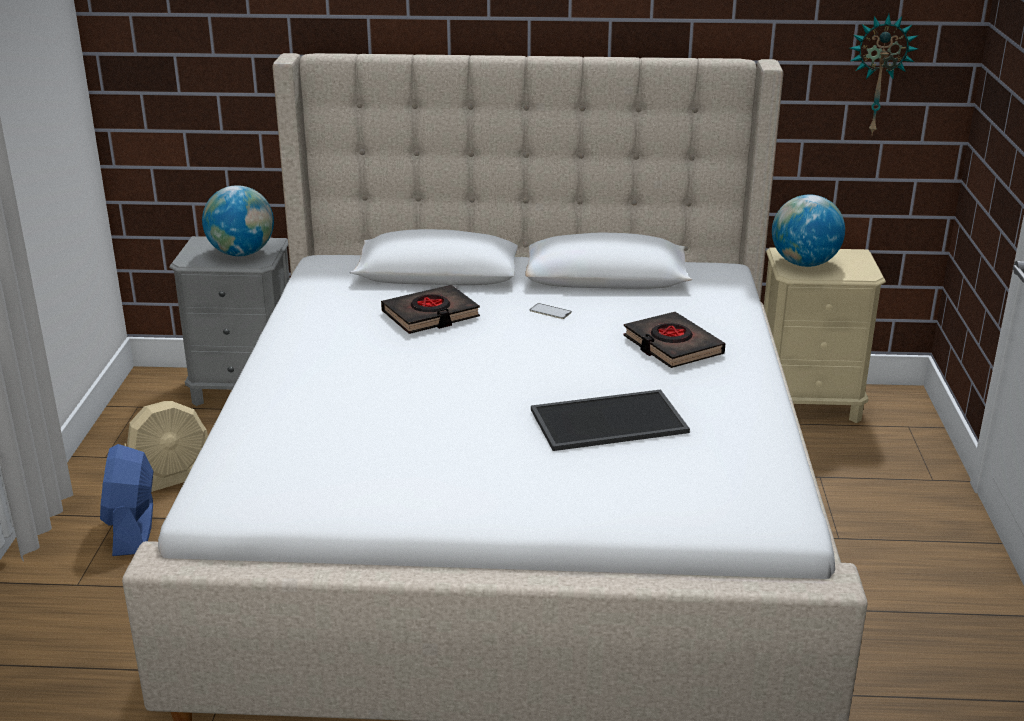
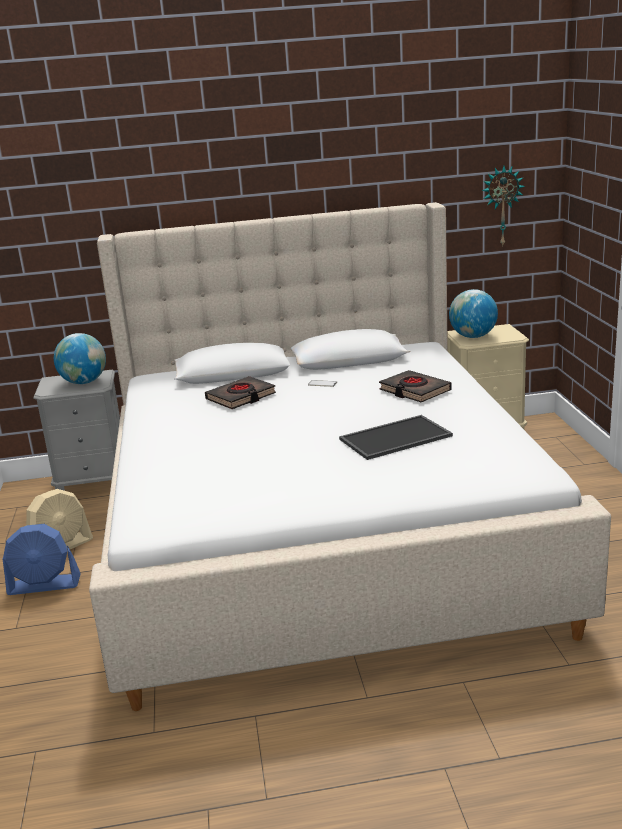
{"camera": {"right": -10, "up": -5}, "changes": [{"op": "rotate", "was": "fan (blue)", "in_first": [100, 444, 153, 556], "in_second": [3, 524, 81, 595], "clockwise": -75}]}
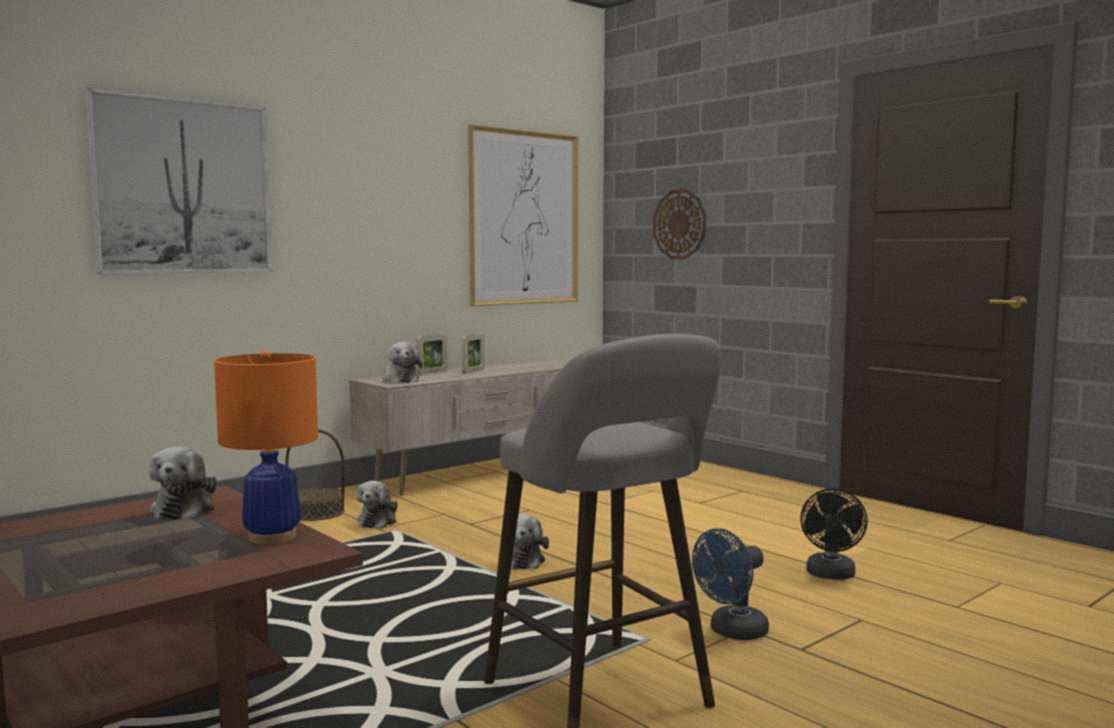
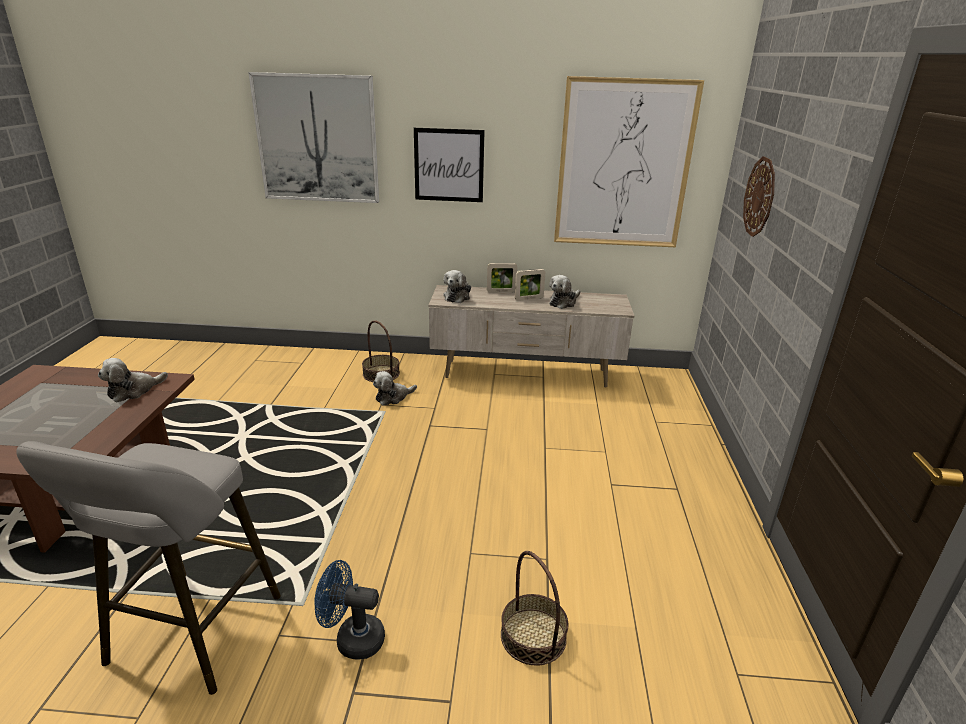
{"camera": {"right": 45, "up": 20}, "changes": [{"op": "insert", "now": "picture", "in_second": [414, 128, 485, 202]}, {"op": "replace", "was": "fan (black)", "now": "basket", "in_first": [800, 488, 868, 580], "in_second": [501, 551, 568, 666]}, {"op": "move", "was": "plush toy", "in_first": [498, 514, 549, 569], "in_second": [549, 275, 581, 309]}, {"op": "delete", "was": "table lamp (orange)", "in_first": [214, 350, 318, 545]}]}
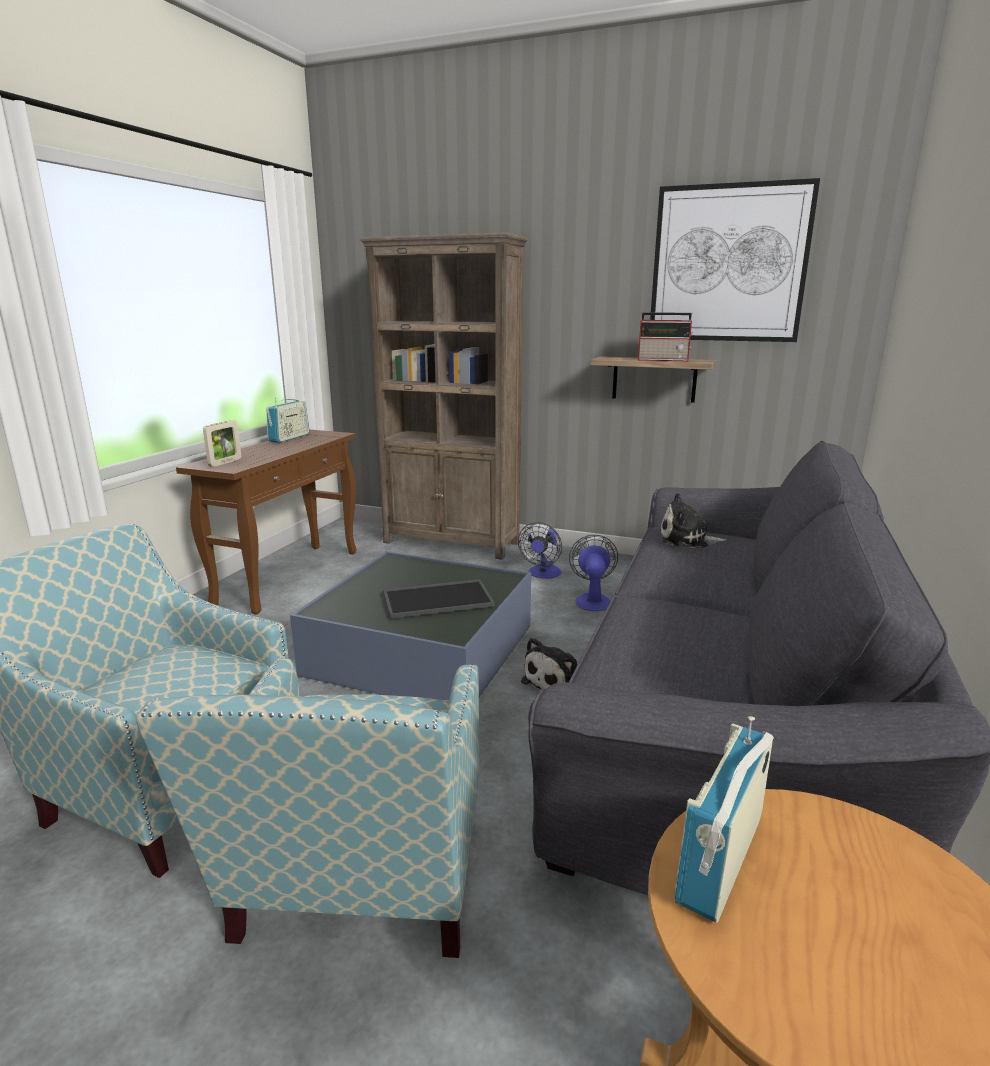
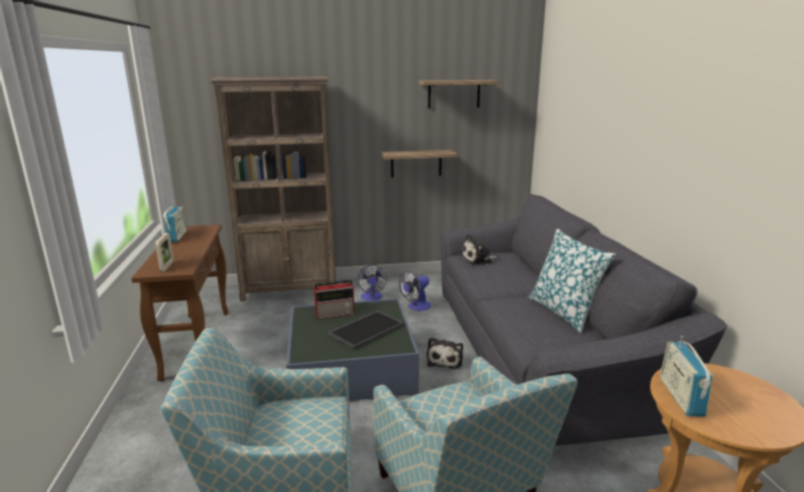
{"camera": {"right": -30, "up": 0}, "changes": [{"op": "move", "was": "radio", "in_first": [638, 312, 694, 361], "in_second": [314, 280, 355, 319]}, {"op": "rotate", "was": "fan", "in_first": [569, 535, 618, 611], "in_second": [399, 271, 431, 311], "clockwise": -105}, {"op": "replace", "was": "picture", "now": "shelf", "in_first": [650, 178, 820, 342], "in_second": [418, 80, 498, 109]}, {"op": "insert", "now": "pillow", "in_second": [528, 229, 616, 333]}]}
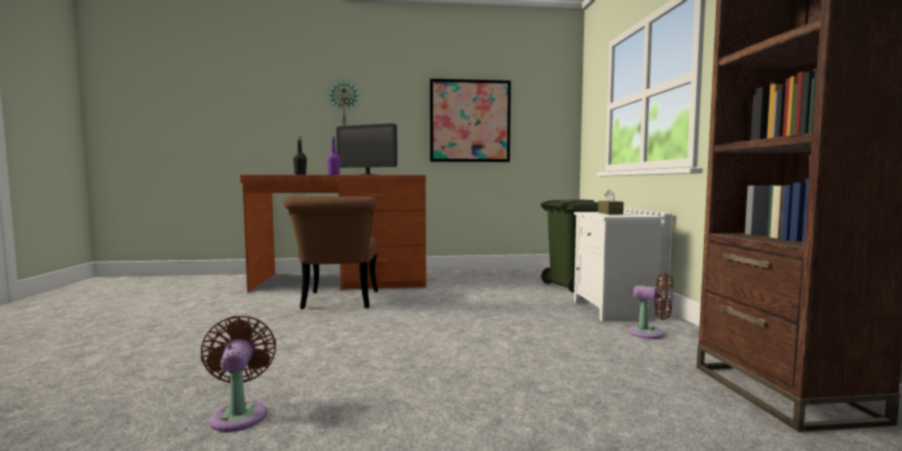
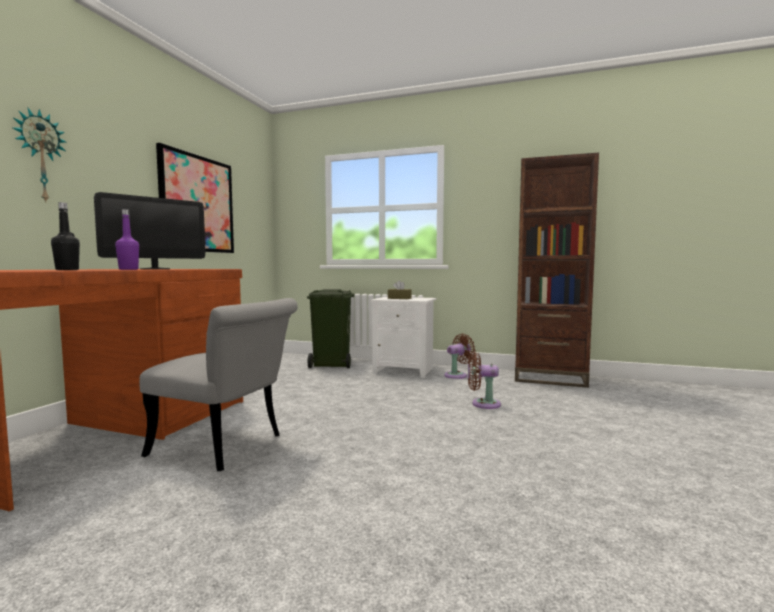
{"camera": {"right": -65, "up": 0}, "changes": [{"op": "recolor", "was": "chair (brown)", "now": "chair (grey)", "in_first": [284, 196, 378, 309], "in_second": [139, 298, 298, 471]}, {"op": "move", "was": "fan (brown)", "in_first": [201, 316, 276, 432], "in_second": [468, 352, 501, 409]}]}
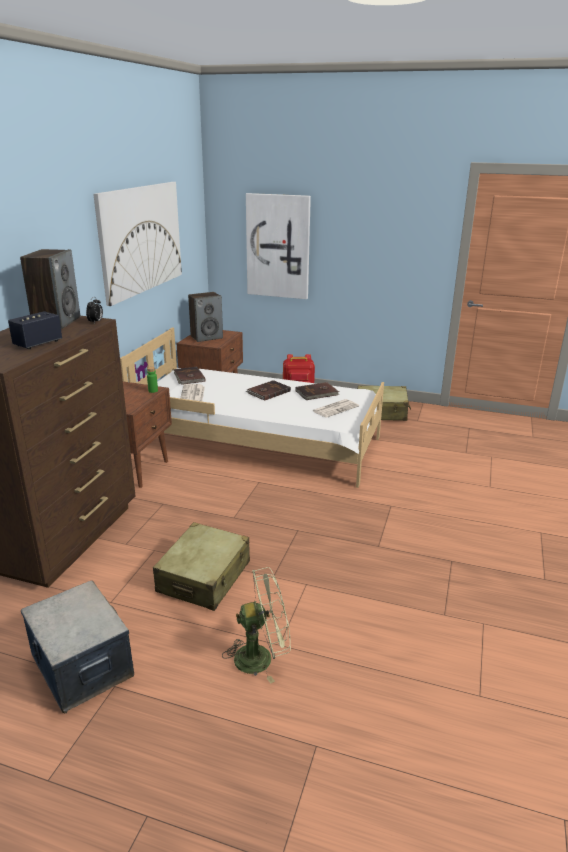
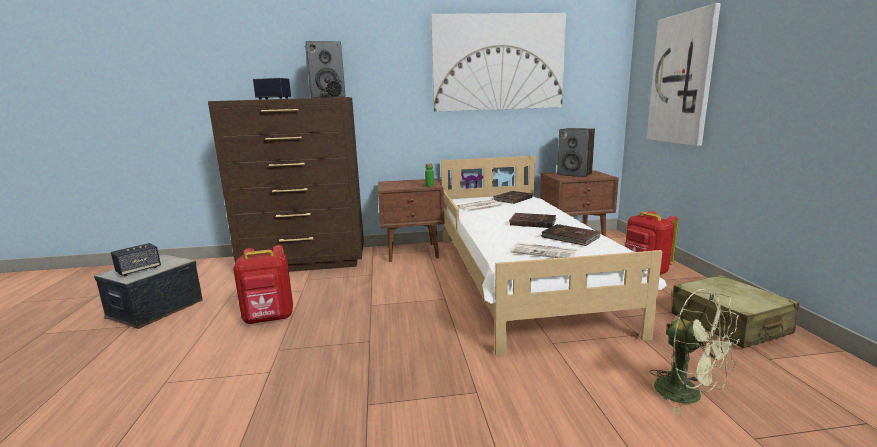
{"camera": {"right": 65, "up": -10}, "changes": [{"op": "insert", "now": "speaker", "in_second": [111, 243, 161, 276]}, {"op": "replace", "was": "suitcase (beige)", "now": "backpack (red)", "in_first": [153, 522, 250, 611], "in_second": [233, 245, 293, 324]}, {"op": "move", "was": "fan (green)", "in_first": [222, 567, 291, 683], "in_second": [649, 289, 740, 415]}]}
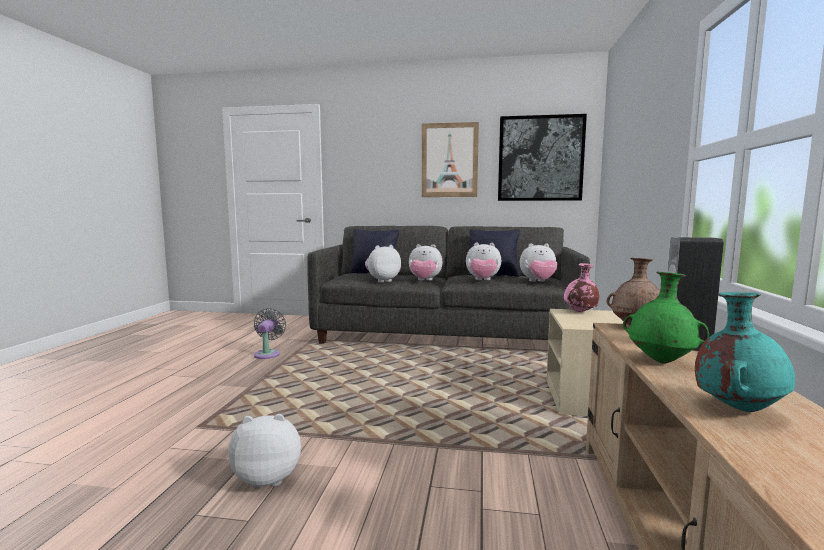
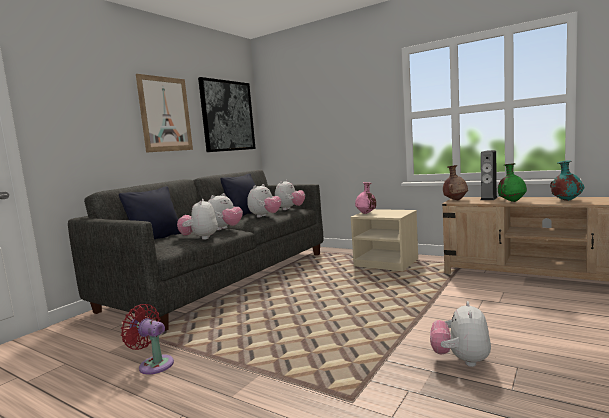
{"camera": {"right": -65, "up": 0}, "changes": [{"op": "recolor", "was": "fan (grey)", "now": "fan (red)", "in_first": [254, 308, 286, 359], "in_second": [121, 304, 174, 374]}]}
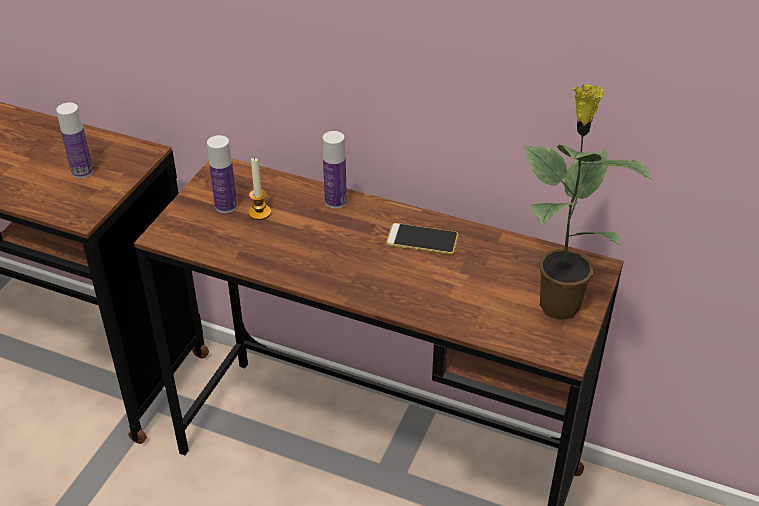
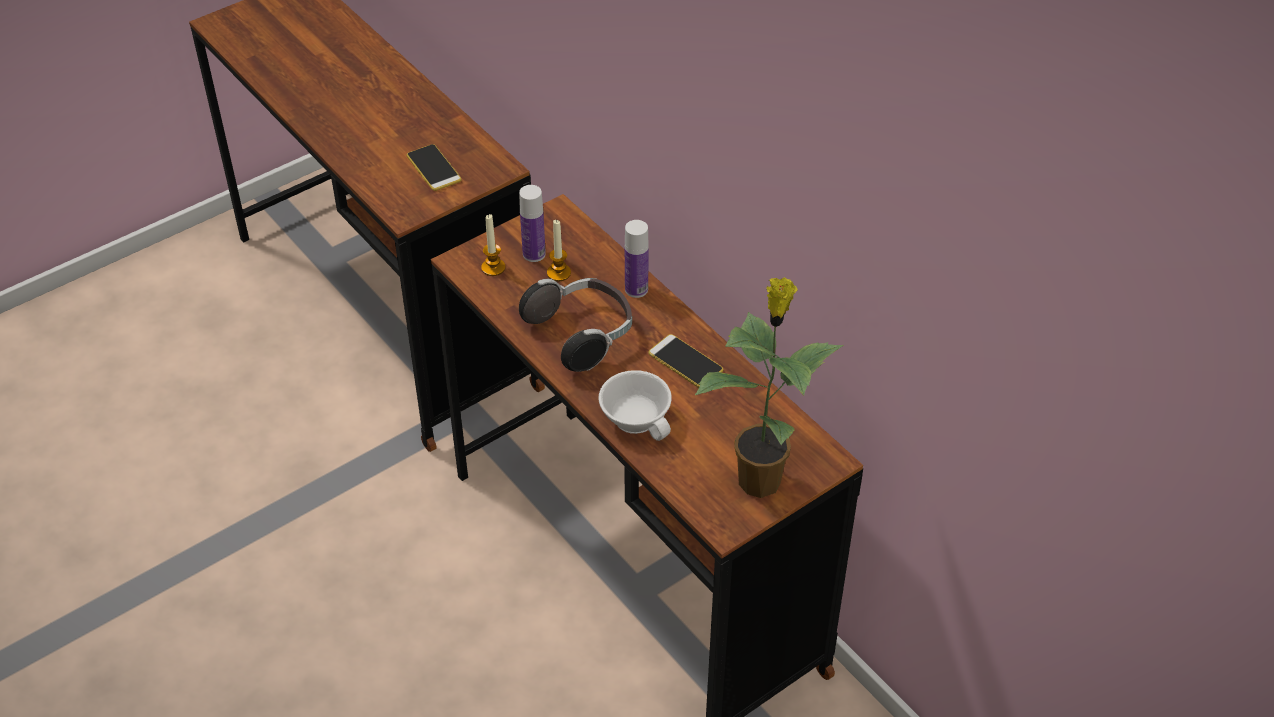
{"camera": {"right": 30, "up": 5}, "changes": [{"op": "replace", "was": "bottle", "now": "phone", "in_first": [56, 103, 93, 179], "in_second": [407, 144, 461, 191]}, {"op": "insert", "now": "candle", "in_second": [481, 214, 506, 276]}, {"op": "insert", "now": "headphones", "in_second": [519, 278, 632, 372]}, {"op": "insert", "now": "cup (white)", "in_second": [599, 370, 672, 441]}]}
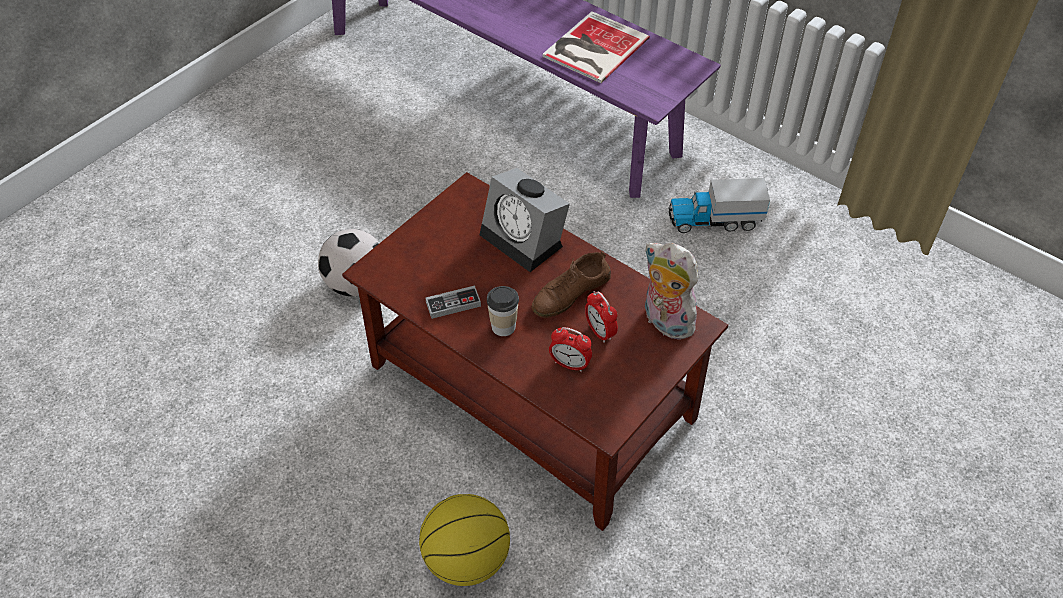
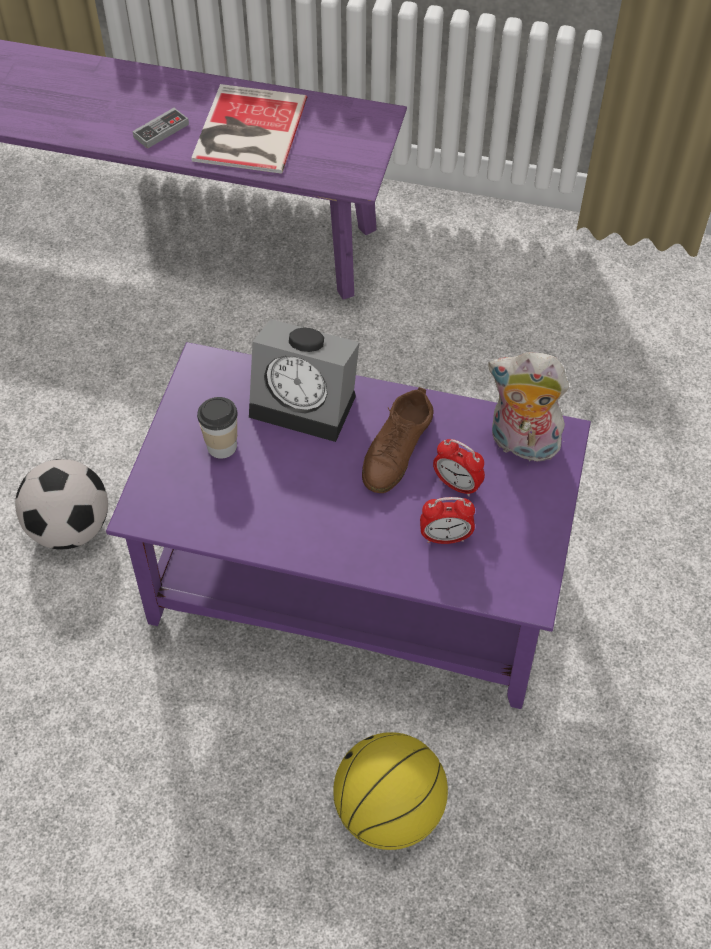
{"camera": {"right": -25, "up": 5}, "changes": [{"op": "recolor", "was": "coffee table (brown)", "now": "coffee table (purple)", "in_first": [342, 172, 728, 531], "in_second": [106, 342, 591, 709]}, {"op": "move", "was": "game controller", "in_first": [425, 286, 481, 319], "in_second": [132, 108, 189, 149]}, {"op": "move", "was": "cup", "in_first": [487, 286, 519, 336], "in_second": [197, 397, 238, 458]}, {"op": "delete", "was": "toy truck", "in_first": [668, 178, 770, 233]}]}
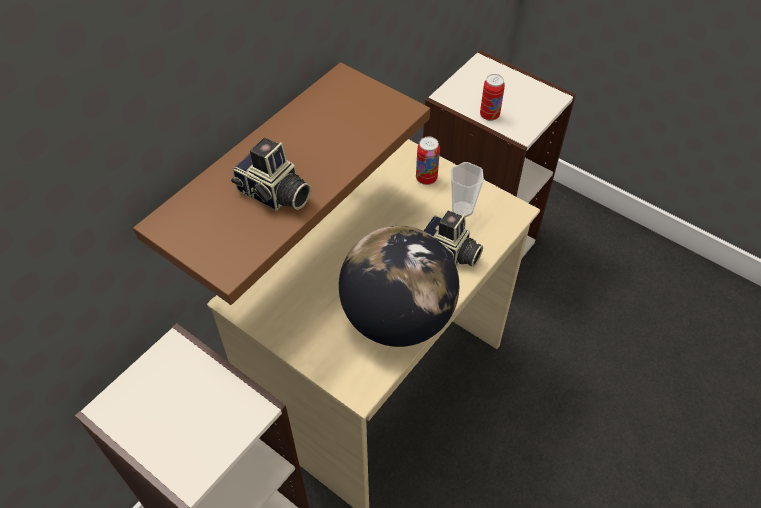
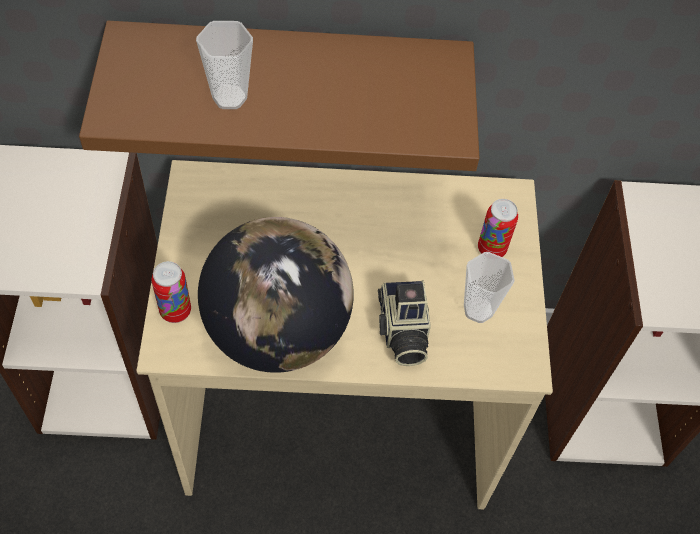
{"camera": {"right": 50, "up": 5}, "changes": [{"op": "move", "was": "can", "in_first": [480, 74, 505, 121], "in_second": [152, 261, 191, 323]}, {"op": "replace", "was": "photo camera", "now": "cup", "in_first": [231, 138, 311, 211], "in_second": [196, 21, 253, 109]}]}
